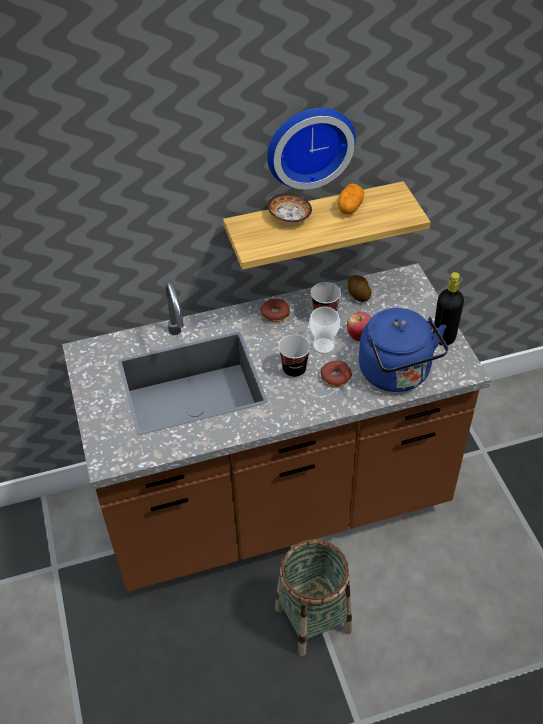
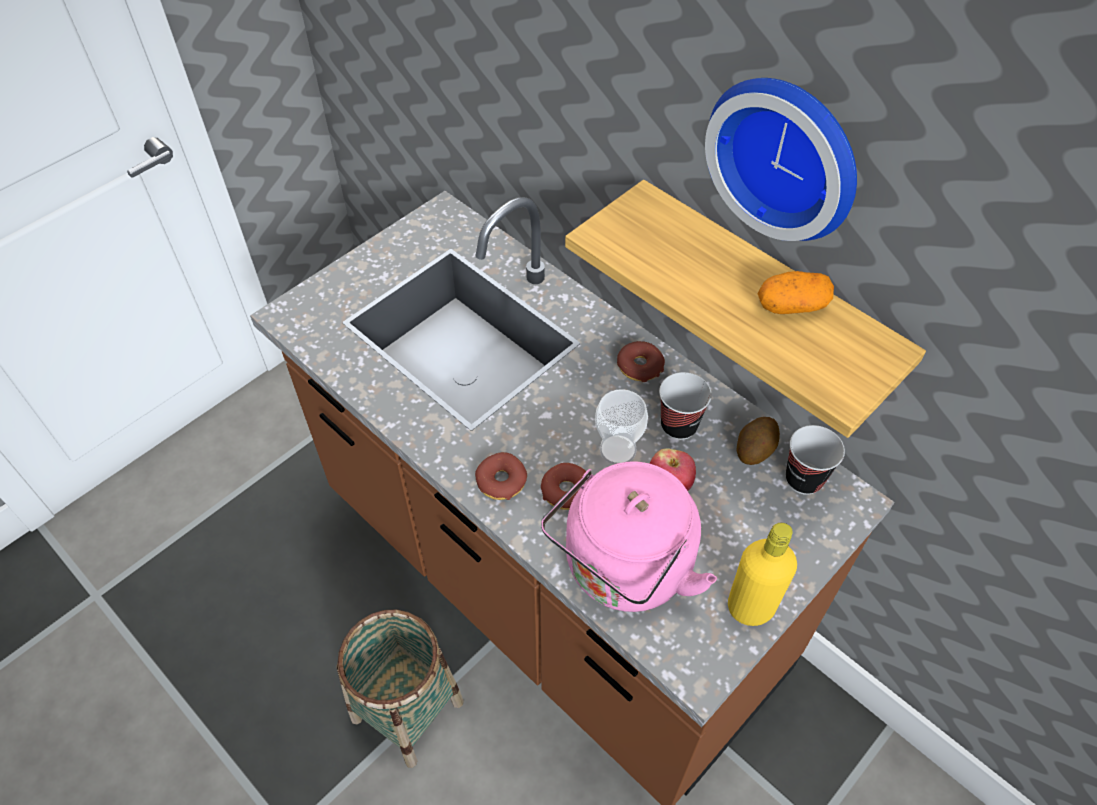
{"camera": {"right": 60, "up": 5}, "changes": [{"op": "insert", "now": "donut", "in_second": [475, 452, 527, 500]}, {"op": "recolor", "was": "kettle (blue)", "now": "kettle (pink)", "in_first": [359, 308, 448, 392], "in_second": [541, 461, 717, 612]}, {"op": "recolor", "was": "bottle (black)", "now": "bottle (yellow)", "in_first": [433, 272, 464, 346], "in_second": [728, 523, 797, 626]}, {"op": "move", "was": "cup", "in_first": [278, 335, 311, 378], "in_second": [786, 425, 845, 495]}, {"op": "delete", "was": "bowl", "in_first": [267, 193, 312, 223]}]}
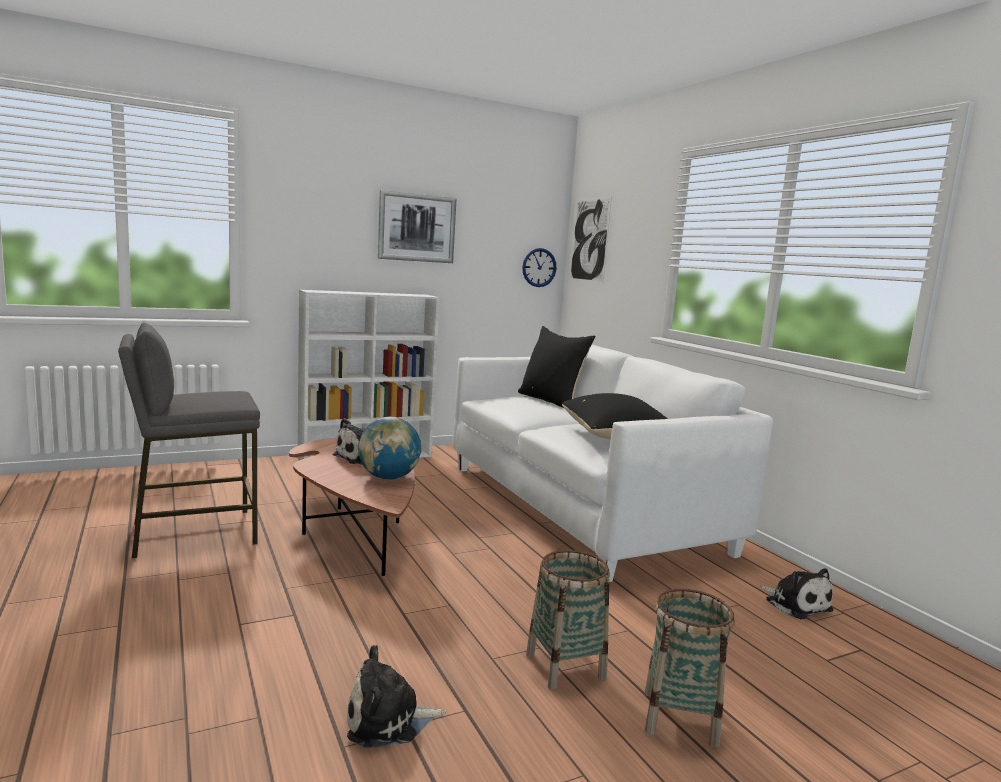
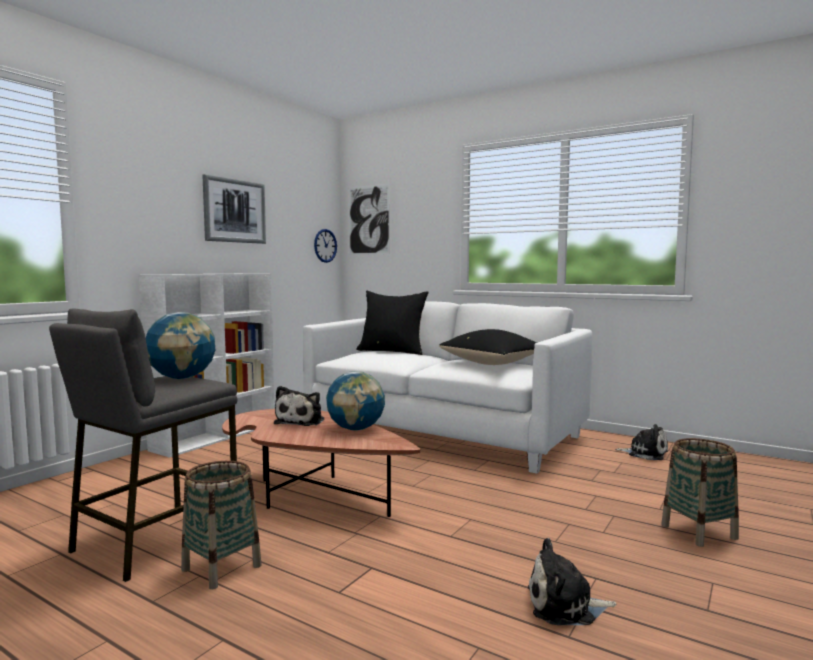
{"camera": {"right": -30, "up": -5}, "changes": [{"op": "insert", "now": "globe", "in_second": [146, 312, 215, 379]}, {"op": "move", "was": "basket", "in_first": [526, 550, 610, 689], "in_second": [181, 461, 262, 589]}, {"op": "rotate", "was": "plush toy", "in_first": [347, 645, 446, 748], "in_second": [528, 538, 617, 625], "clockwise": 45}]}
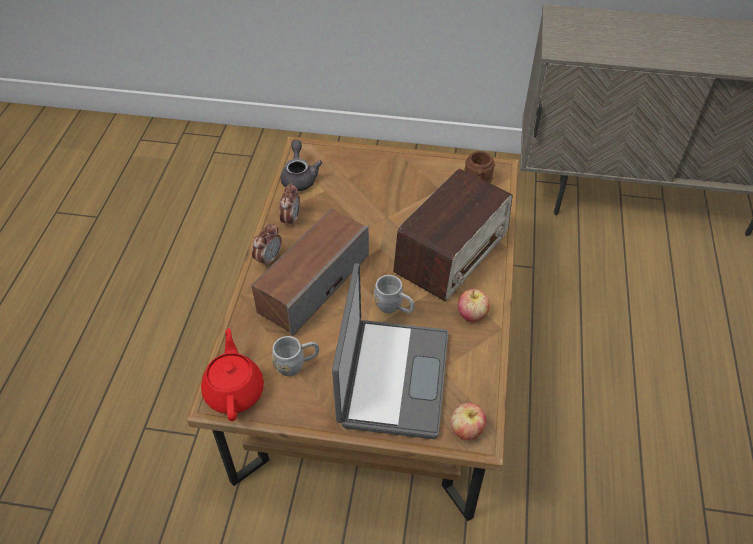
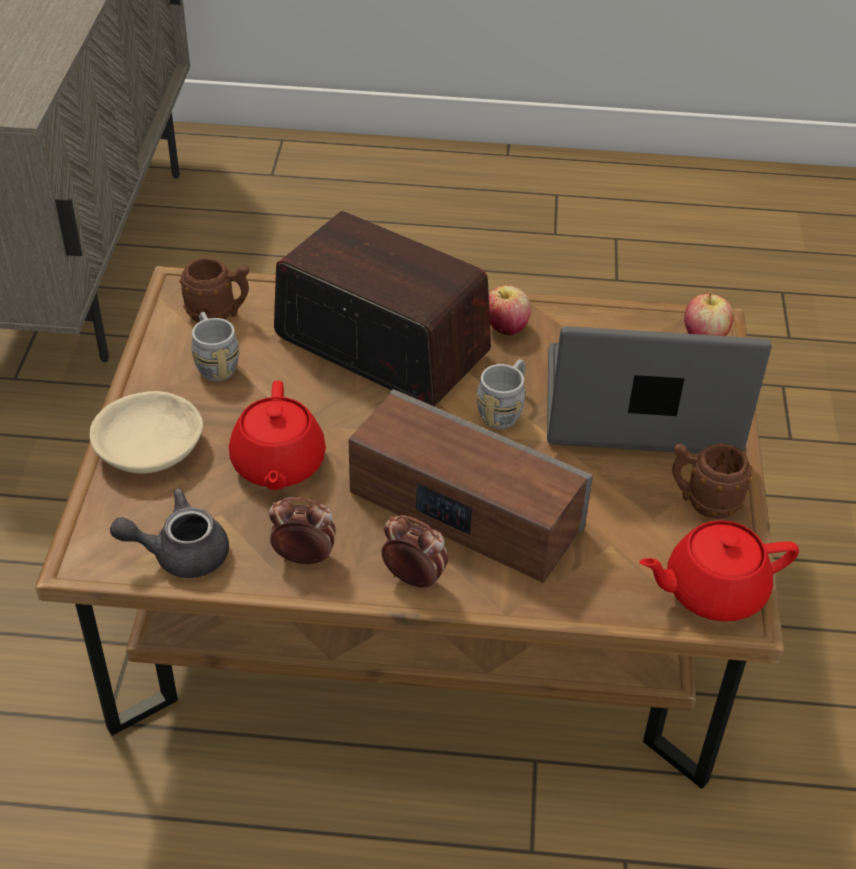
{"camera": {"right": -95, "up": -5}, "changes": [{"op": "insert", "now": "bowl (beige)", "in_second": [90, 391, 203, 474]}, {"op": "move", "was": "mug (grey)", "in_first": [271, 336, 319, 376], "in_second": [191, 312, 239, 381]}, {"op": "insert", "now": "teapot (red)", "in_second": [229, 380, 326, 490]}, {"op": "insert", "now": "mug (brown)", "in_second": [672, 443, 753, 519]}]}
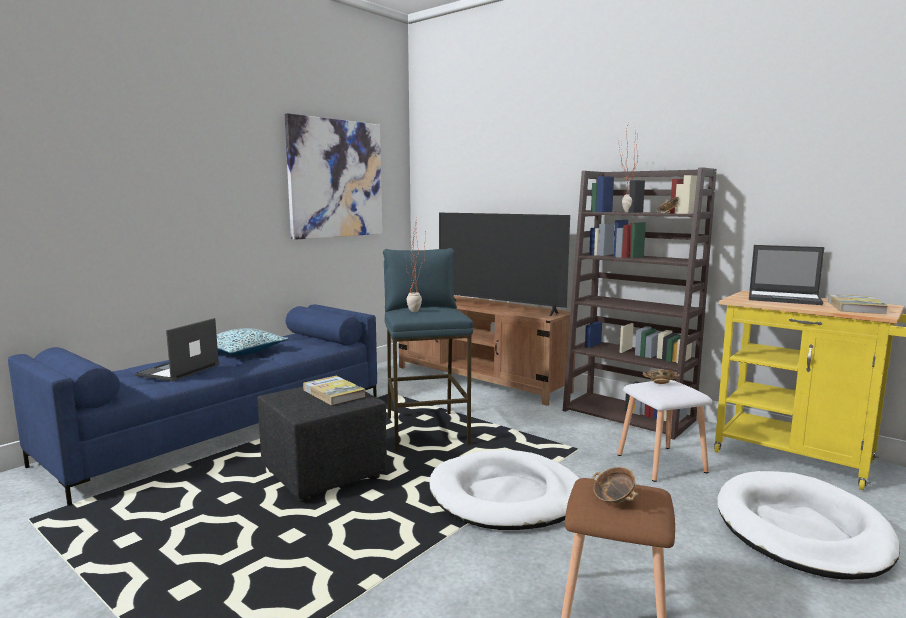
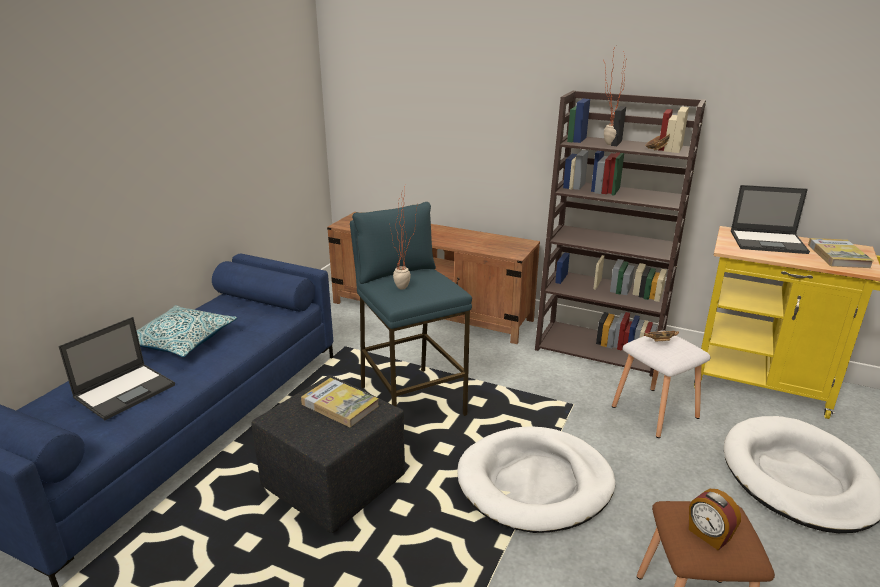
{"camera": {"right": -15, "up": 15}, "changes": [{"op": "rotate", "was": "laptop", "in_first": [135, 318, 219, 381], "in_second": [58, 317, 175, 420], "clockwise": -150}, {"op": "replace", "was": "bowl", "now": "alarm clock", "in_first": [593, 467, 638, 503], "in_second": [689, 489, 741, 550]}, {"op": "delete", "was": "picture", "in_first": [285, 113, 382, 240]}, {"op": "delete", "was": "television", "in_first": [439, 213, 570, 316]}]}
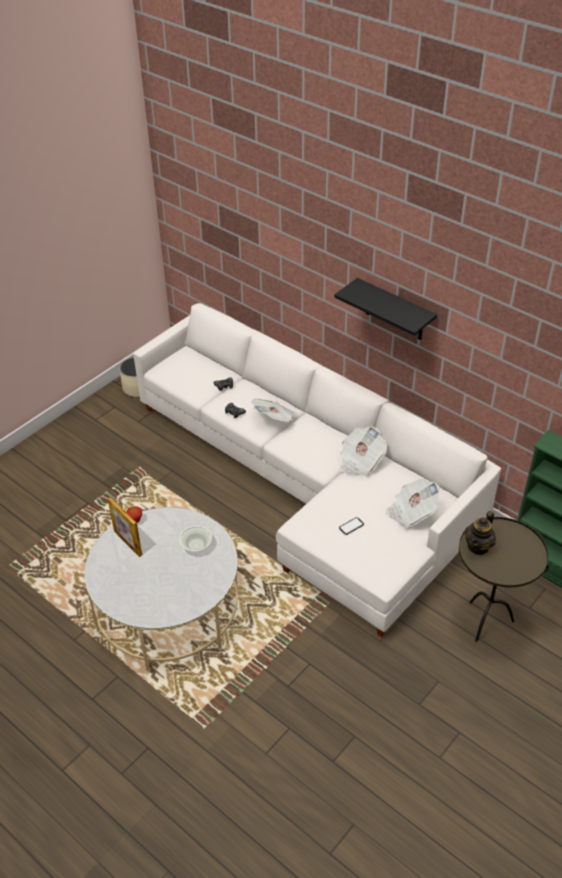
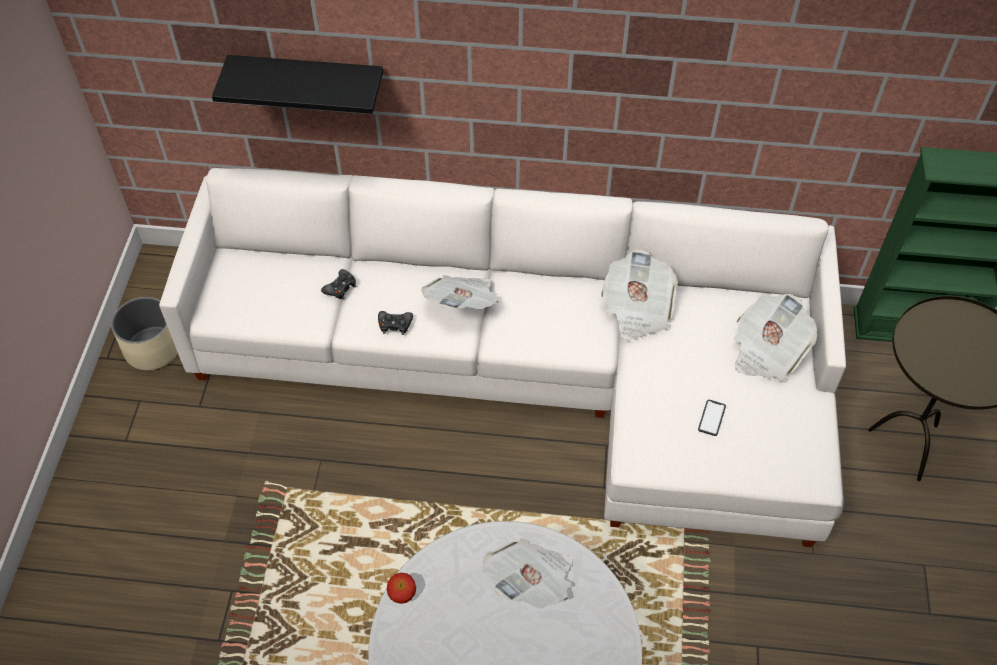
{"camera": {"right": -35, "up": 10}, "changes": [{"op": "move", "was": "shelf (black)", "in_first": [334, 278, 437, 340], "in_second": [212, 55, 383, 114]}, {"op": "replace", "was": "bowl (white)", "now": "newspaper", "in_first": [179, 526, 212, 551], "in_second": [483, 538, 573, 609]}, {"op": "delete", "was": "picture frame", "in_first": [108, 497, 142, 557]}, {"op": "delete", "was": "teapot", "in_first": [465, 511, 496, 555]}]}
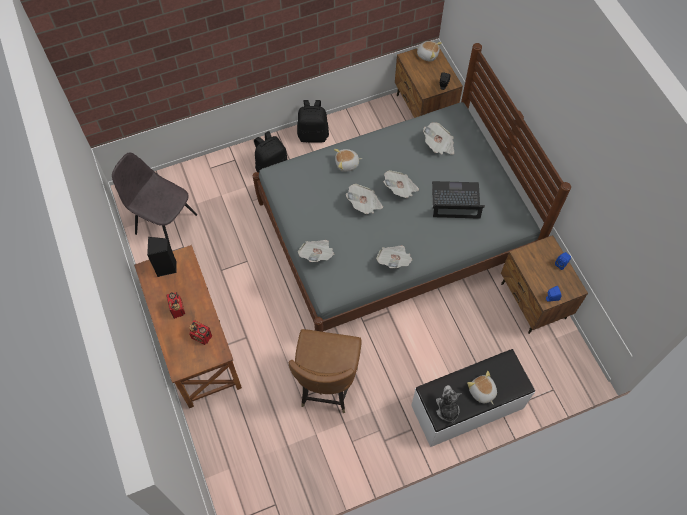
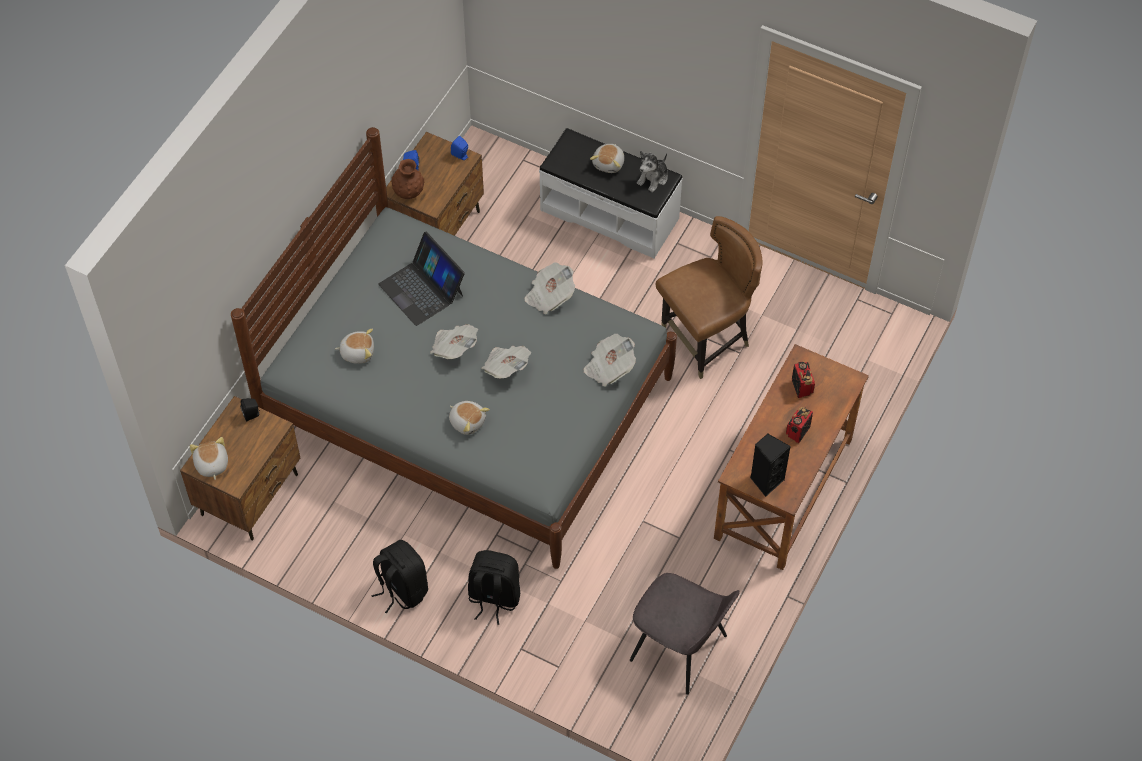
{"camera": {"right": -130, "up": -5}, "changes": [{"op": "replace", "was": "newspaper", "now": "plush toy", "in_first": [423, 122, 454, 155], "in_second": [335, 329, 374, 364]}, {"op": "insert", "now": "vase (brown)", "in_second": [391, 159, 424, 199]}, {"op": "rotate", "was": "chair (grey)", "in_first": [112, 153, 197, 244], "in_second": [630, 573, 740, 694], "clockwise": -45}]}
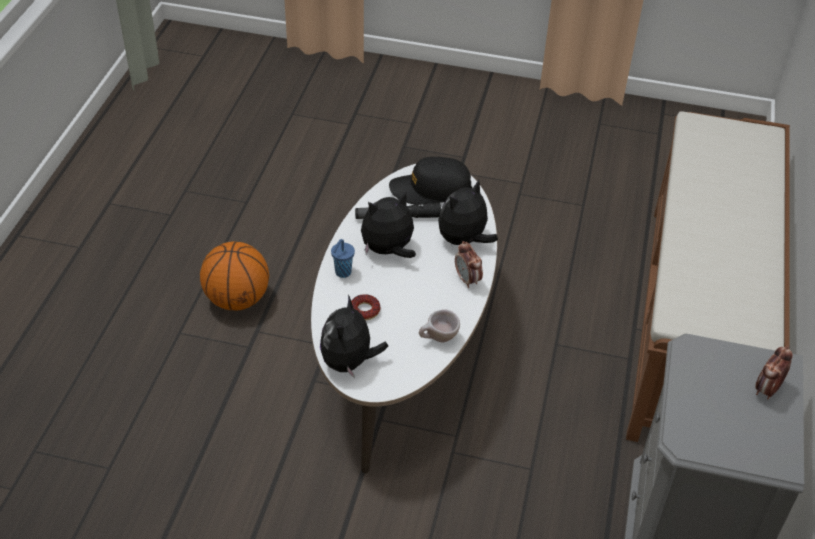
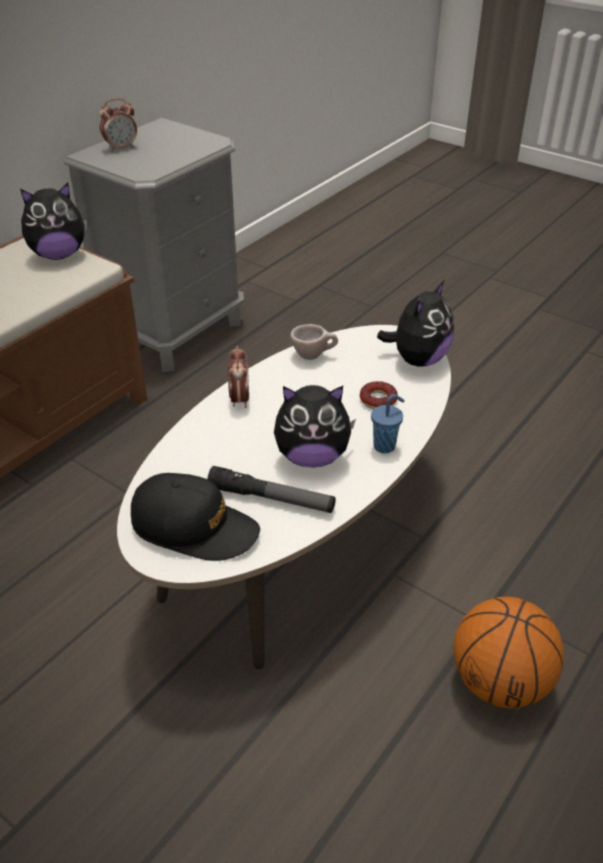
{"camera": {"right": -155, "up": -5}, "changes": [{"op": "move", "was": "plush toy", "in_first": [438, 179, 498, 245], "in_second": [20, 183, 87, 260]}]}
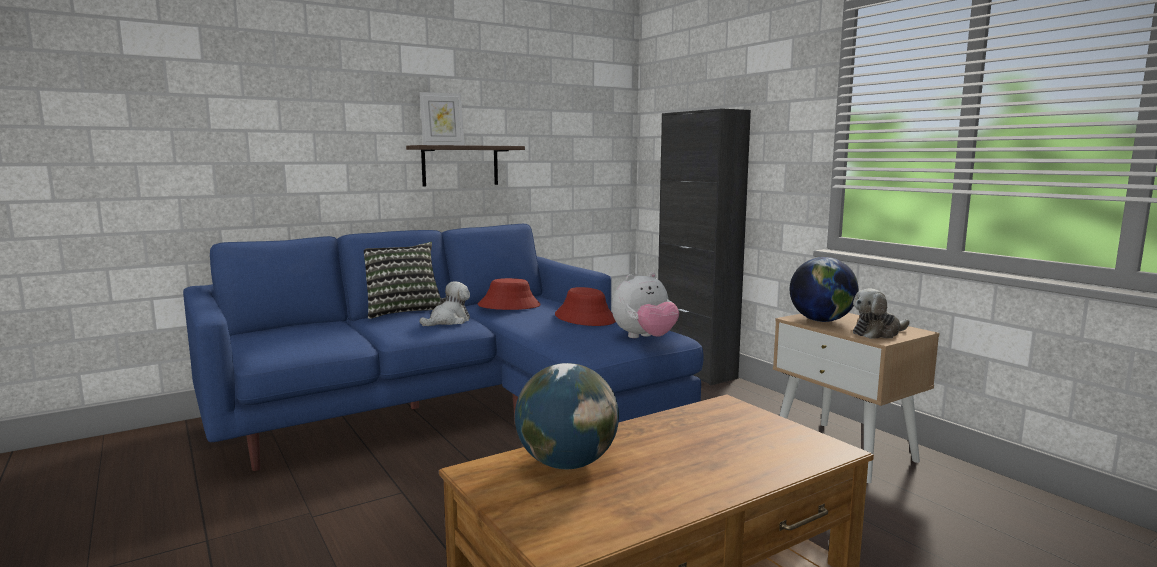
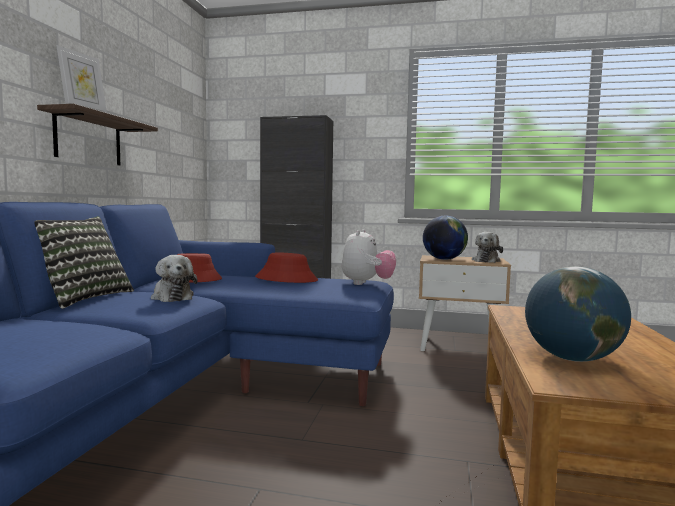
{"camera": {"right": -45, "up": -5}, "changes": [{"op": "rotate", "was": "plush toy", "in_first": [420, 281, 470, 326], "in_second": [151, 255, 198, 302], "clockwise": 150}]}
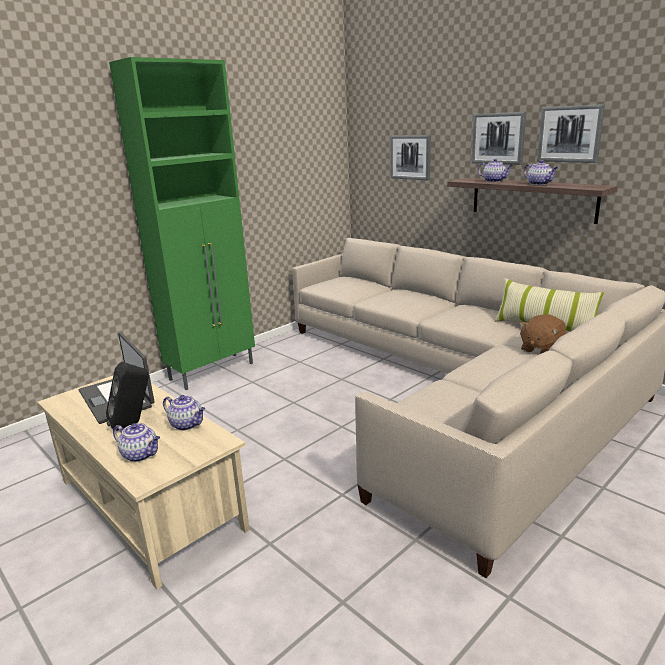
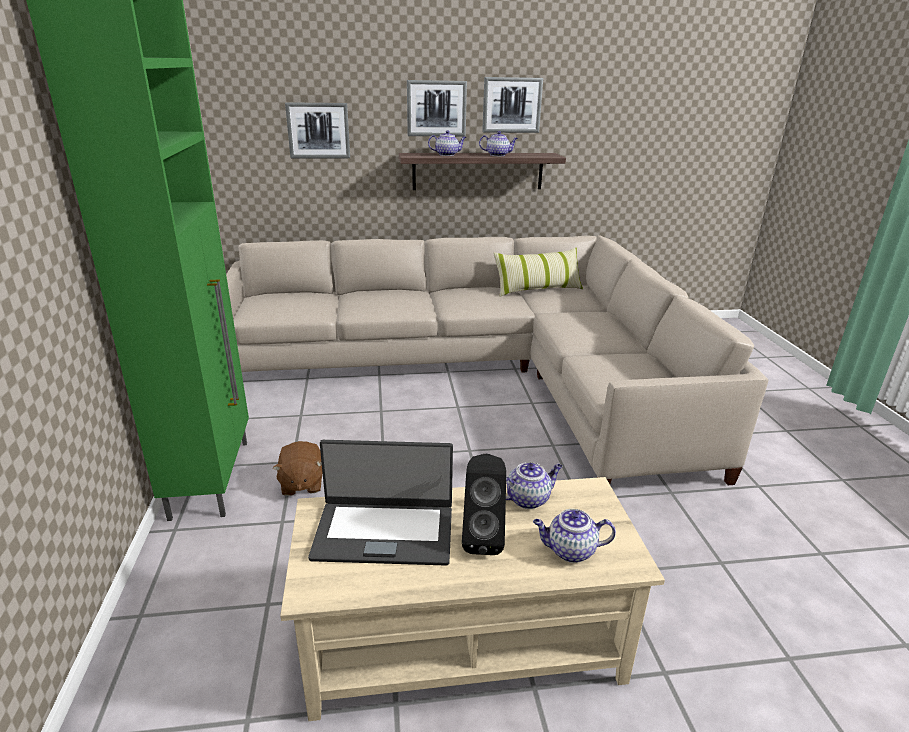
{"camera": {"right": -55, "up": 5}, "changes": [{"op": "move", "was": "plush toy (brown)", "in_first": [519, 314, 566, 354], "in_second": [273, 441, 322, 496]}, {"op": "rotate", "was": "teapot", "in_first": [113, 423, 160, 462], "in_second": [533, 509, 616, 563], "clockwise": -150}]}
